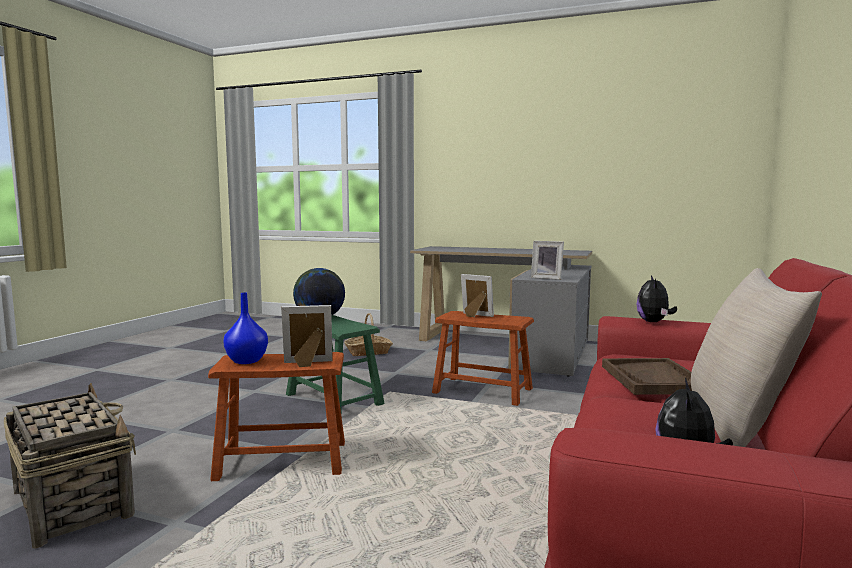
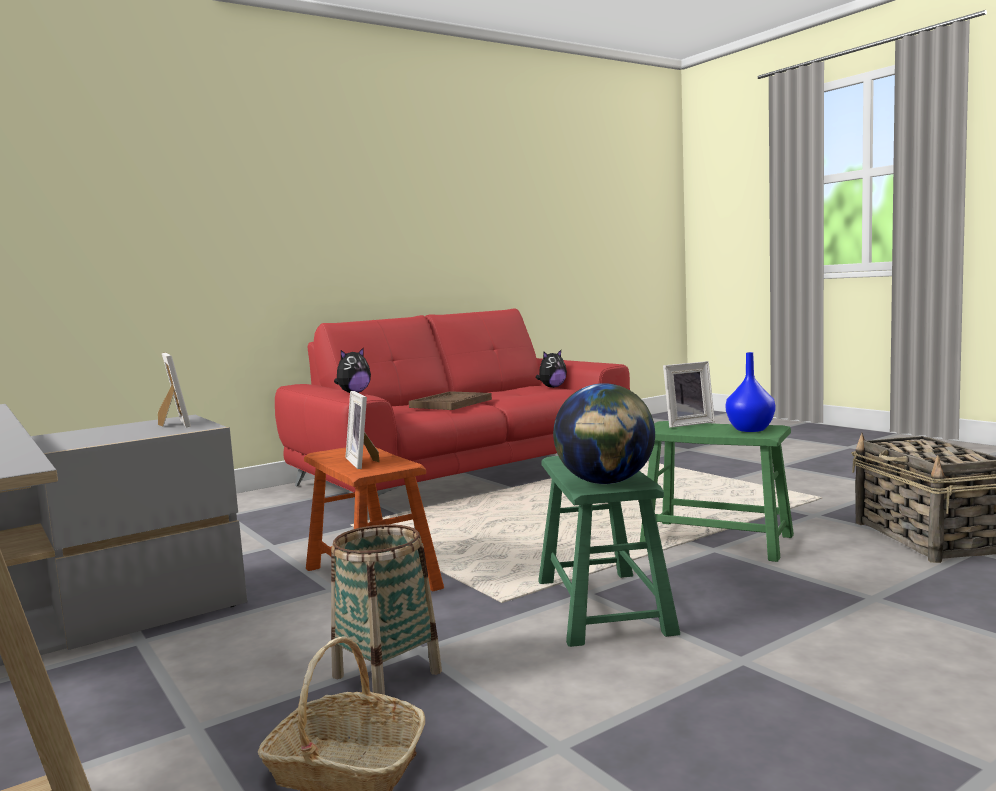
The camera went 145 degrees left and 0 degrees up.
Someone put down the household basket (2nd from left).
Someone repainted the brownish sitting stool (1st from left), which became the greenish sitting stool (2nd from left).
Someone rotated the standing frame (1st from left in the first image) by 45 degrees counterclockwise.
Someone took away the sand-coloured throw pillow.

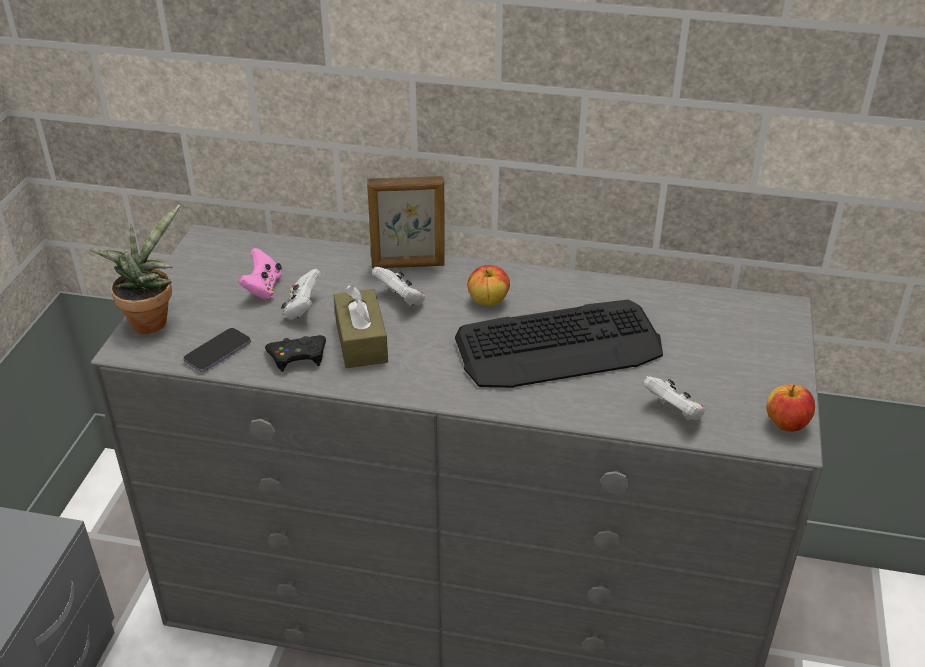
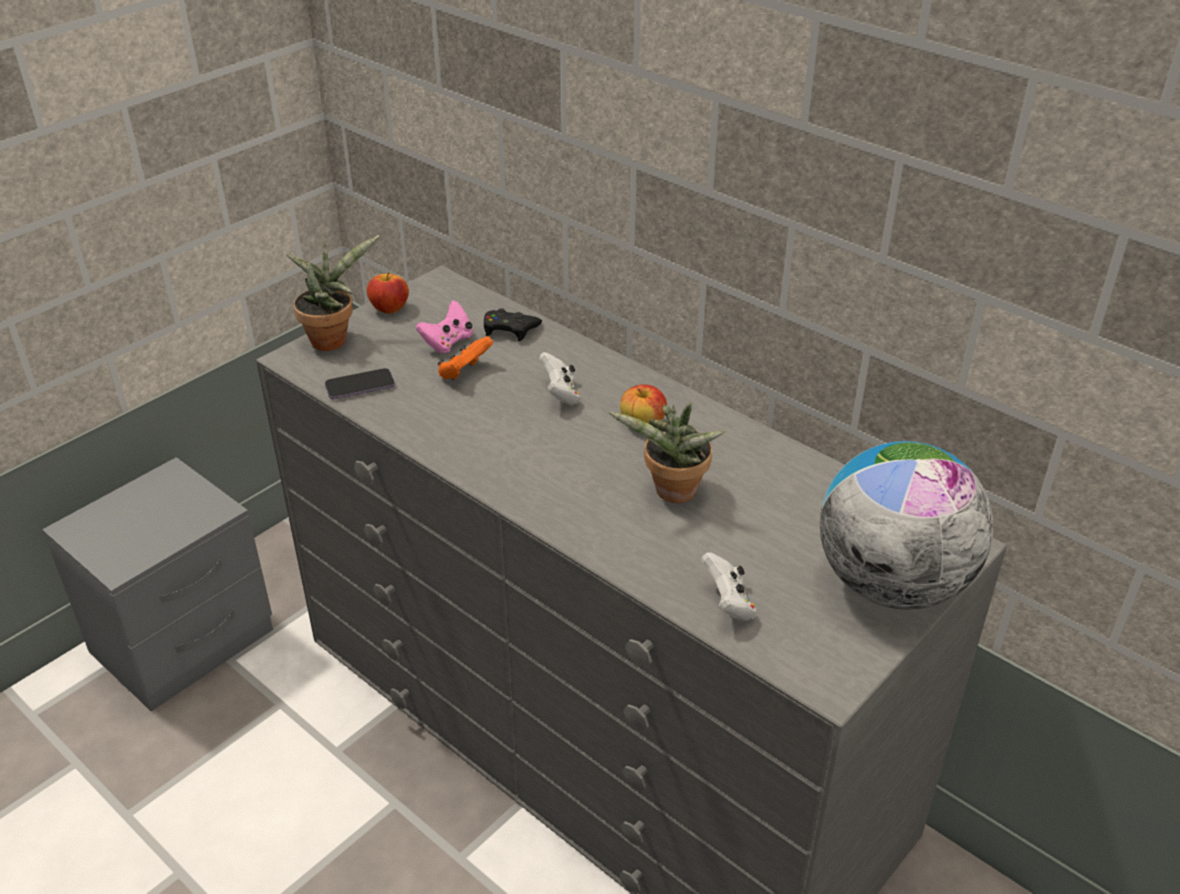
The camera went 30 degrees right and 0 degrees up.
Someone carried the apple fruit (2nd from left in the first image).
Someone repainted the whitish game controller (1st from left), which became the orange-coloured game controller.
Someone carried the black-coloured game controller.
Someone swapped the keyboard for the houseplant (2nd from left).
Someone put down the desk globe.
Someone took away the brownish box of tissues.
Someone took away the standing frame.

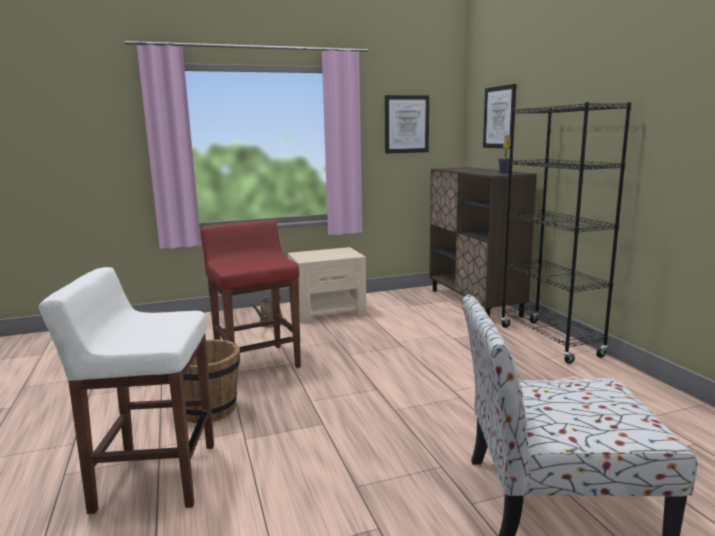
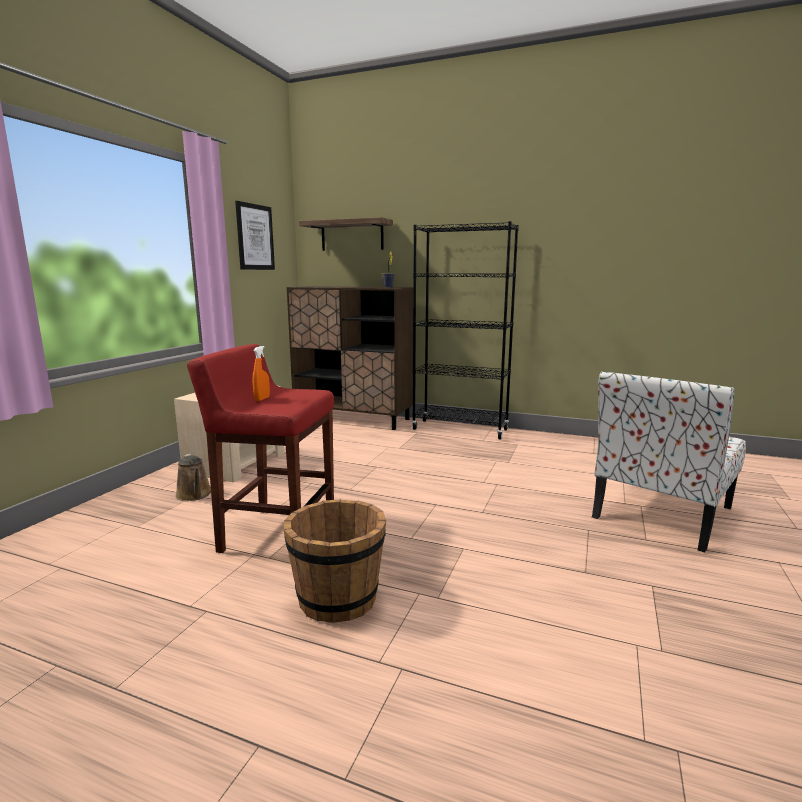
The camera went 50 degrees left and 0 degrees up.
Someone put down the orange-coloured sprayer.
Someone swapped the picture (2nd from left) for the wall shelf.
Someone took away the whitish sitting stool.

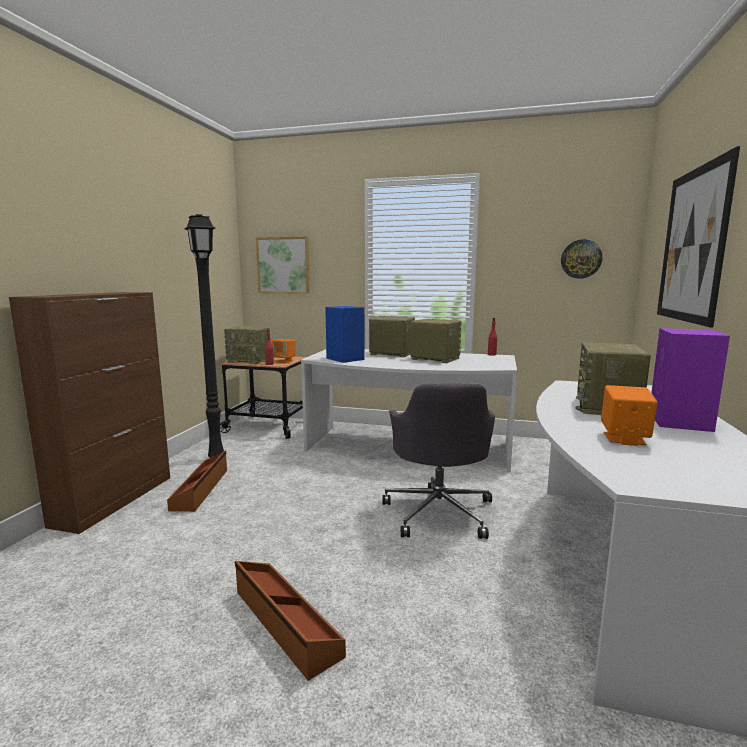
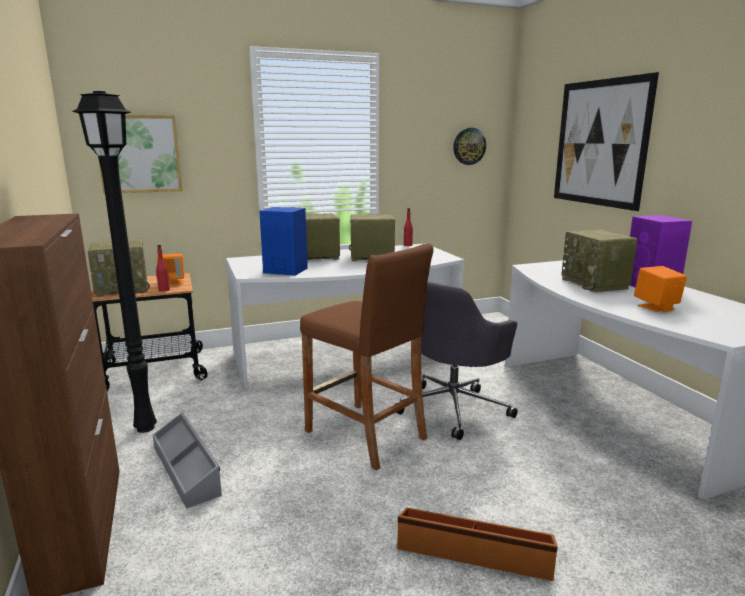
The camera went 35 degrees left and 5 degrees up.
Someone repainted the brownish storage container (1st from left), which became the greyish storage container.
Someone put down the brownish sitting stool.
Someone rotated the greyish desk chair by 75 degrees clockwise.

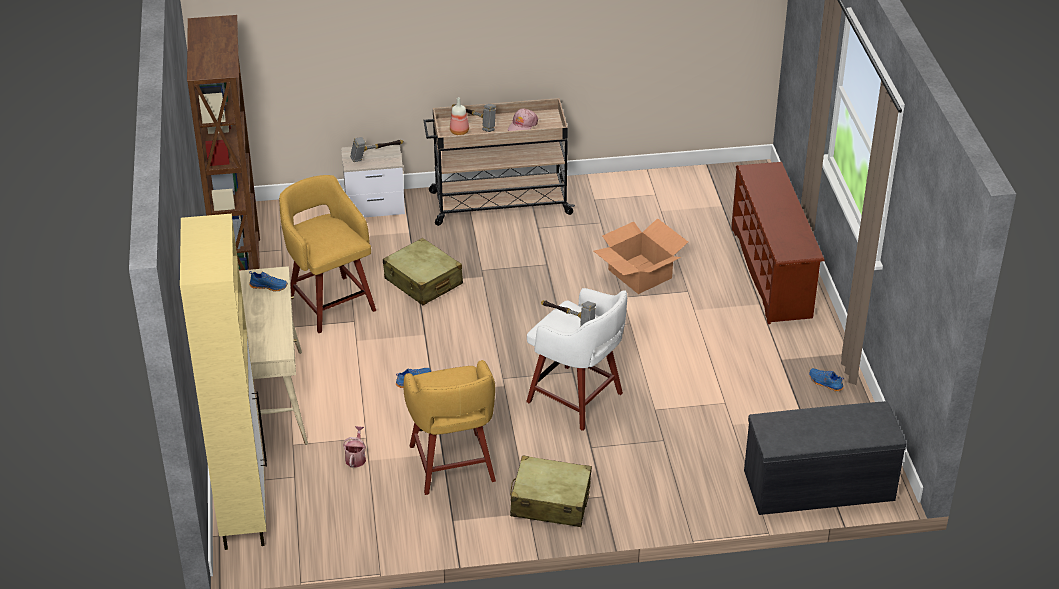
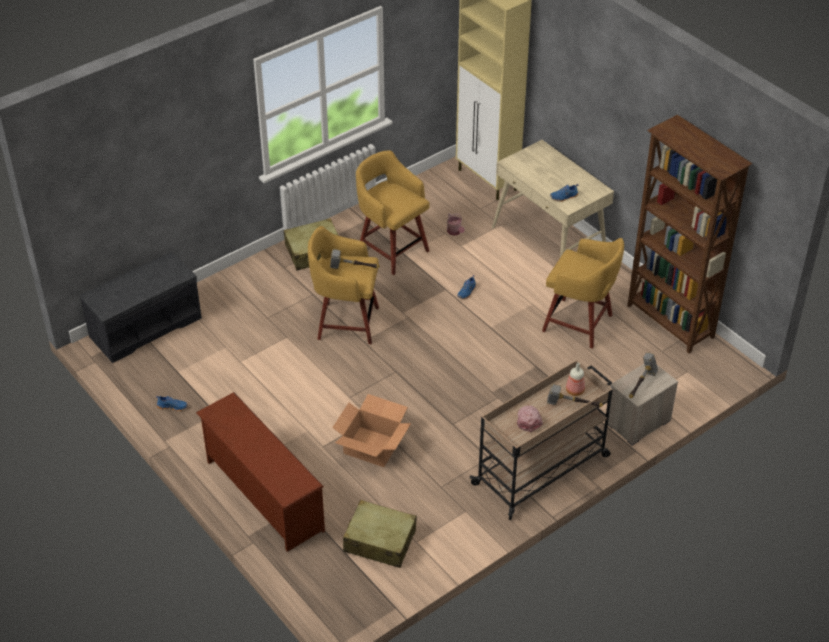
The camera went 150 degrees right and 5 degrees up.
Someone repainted the whitish sitting stool, which became the yellow sitting stool (1st from left).
Someone carried the sand-coloured suitcase (1st from left in the first image).

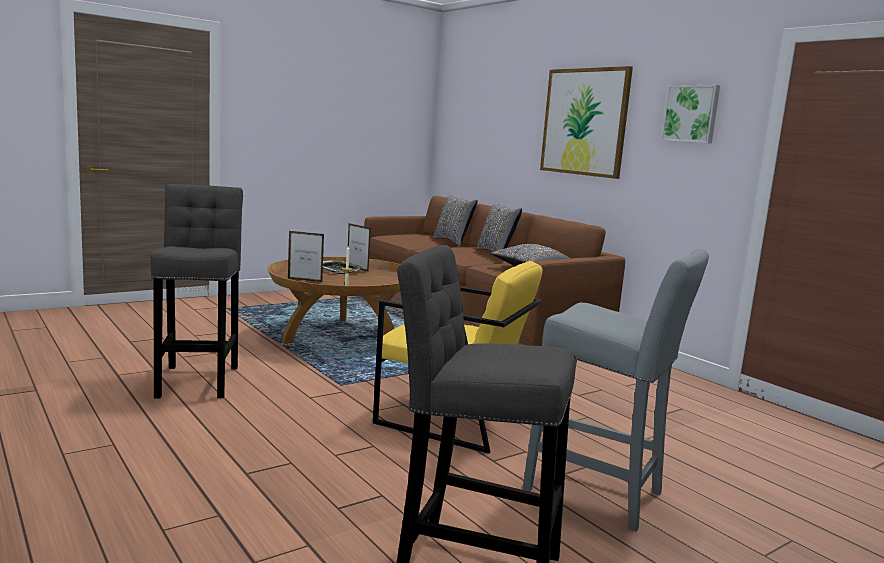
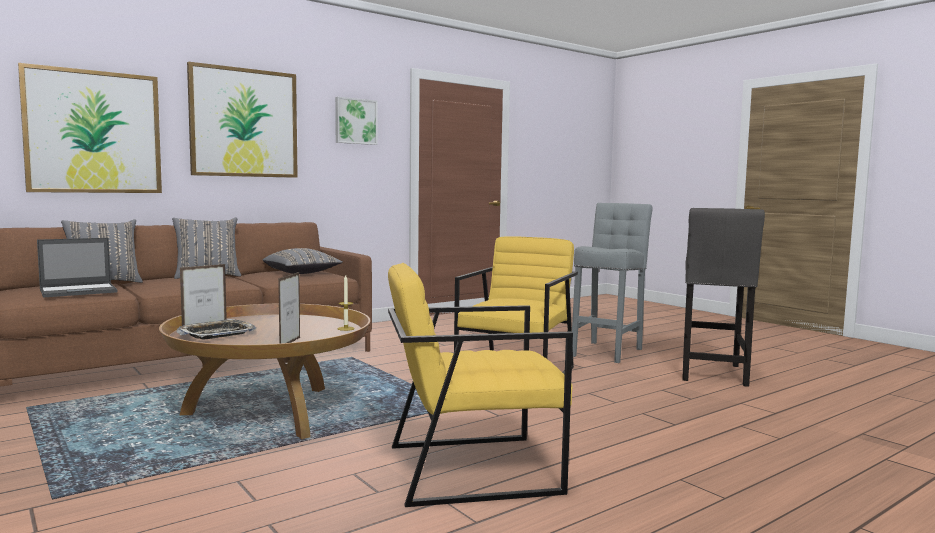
The camera went 90 degrees left and 5 degrees down.
Someone put up the picture (1st from left).
Someone put down the laptop.
Someone swapped the greyish sitting stool (1st from left) for the yellow armchair (1st from left).

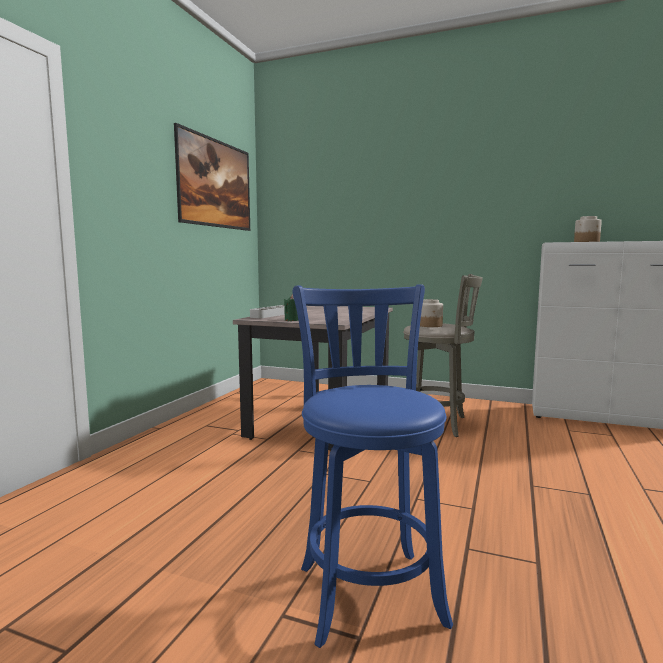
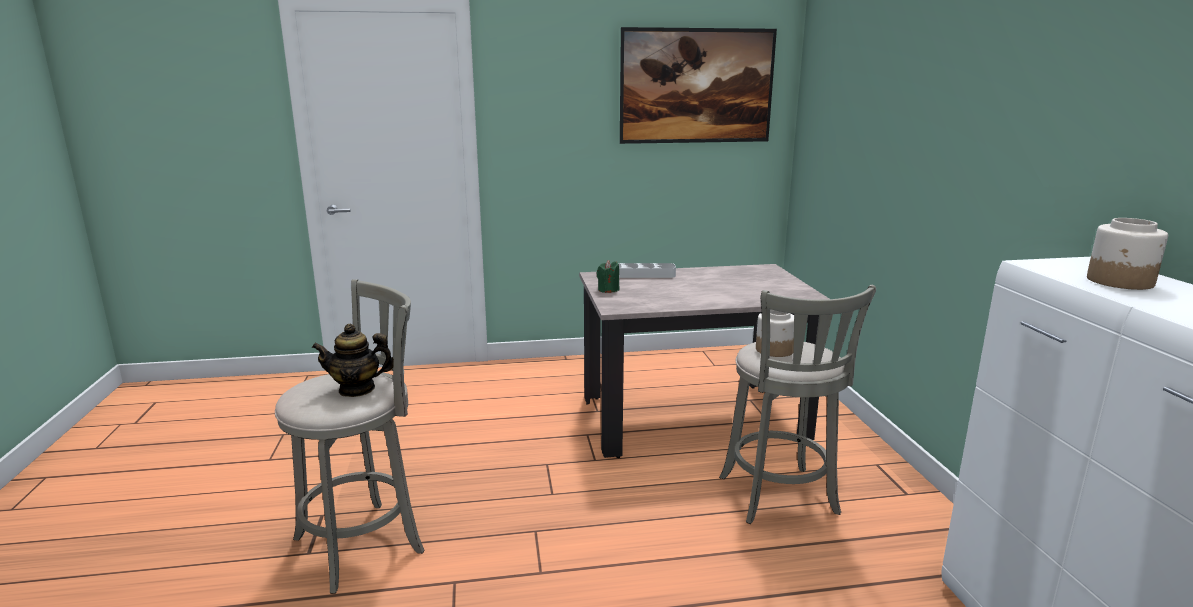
The camera went 60 degrees right and 10 degrees up.
Someone repainted the blue sitting stool, which became the greyish sitting stool (1st from left).
Someone put down the pot for tea.

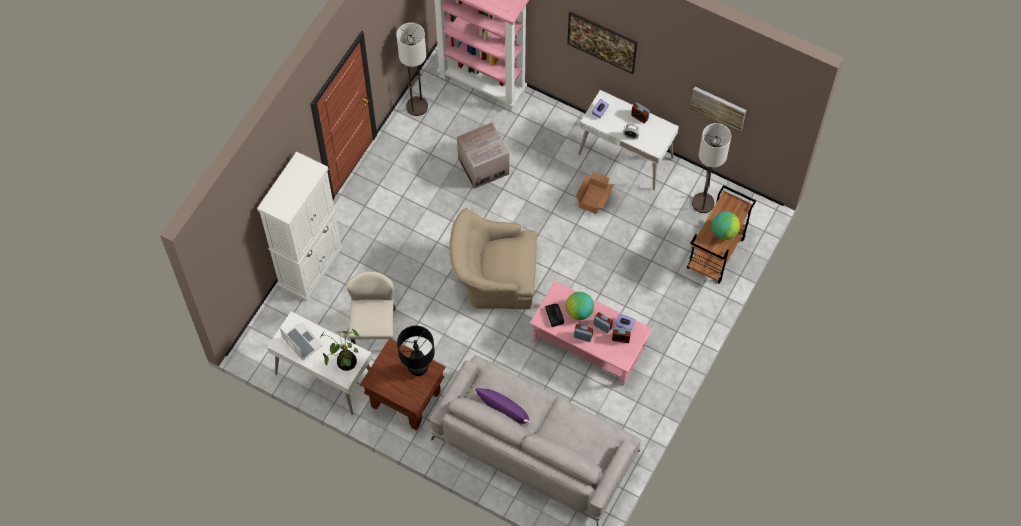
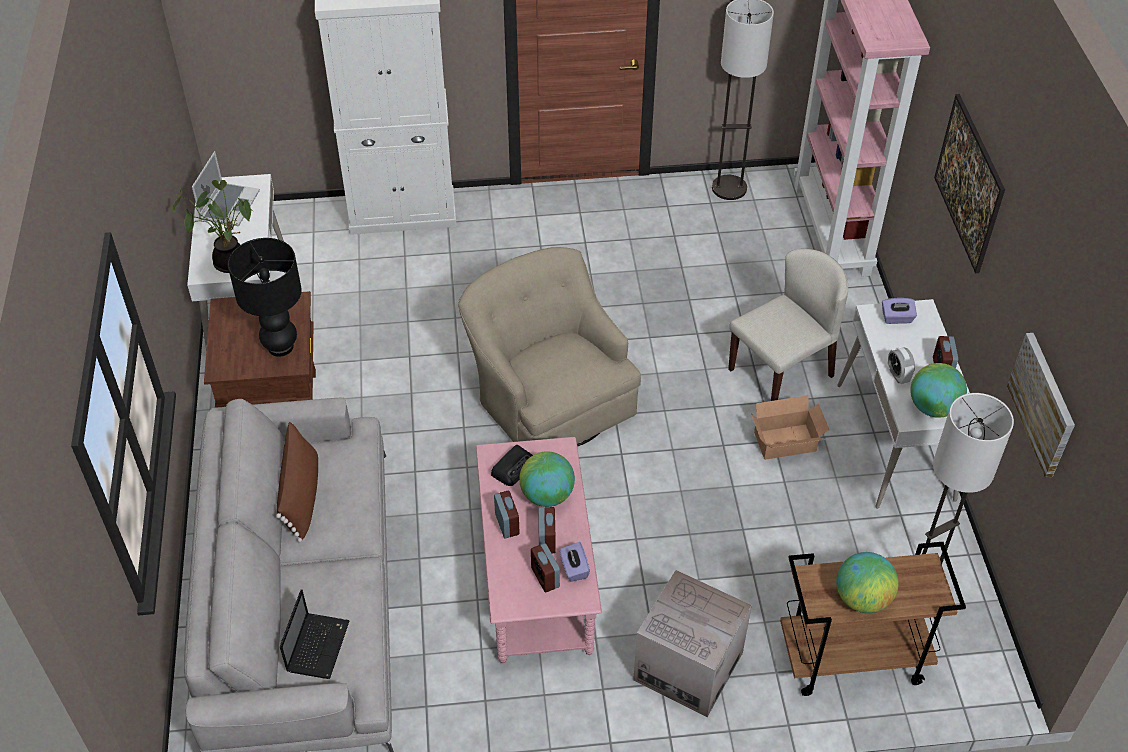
The camera went 55 degrees right and 15 degrees down.
Someone repainted the purple throw pillow, which became the brownish throw pillow.
Someone put down the laptop (2nd from left).
Someone carried the packing box (1st from left).
Someone carried the sand-coloured upright chair.
Someone put down the desk globe (3rd from left).

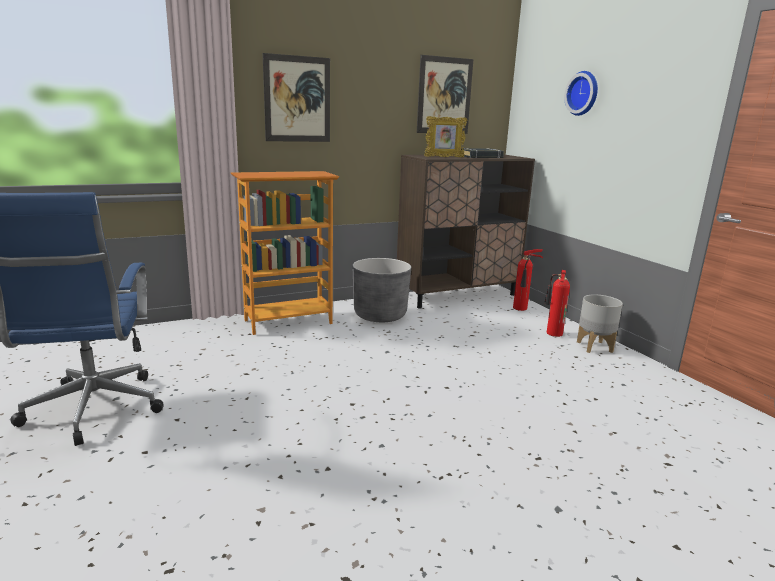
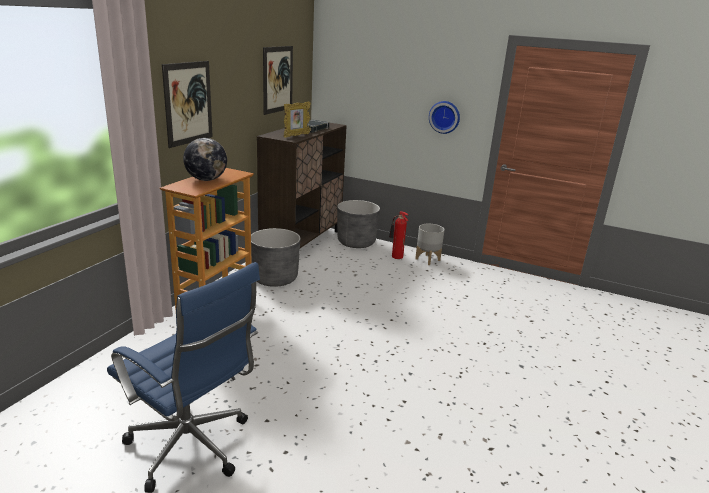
The camera went 40 degrees left and 5 degrees up.
Someone put down the desk globe.
Someone swapped the extinguisher (1st from left) for the greyish flower pot (2nd from left).
Someone carried the clock on the wall.

